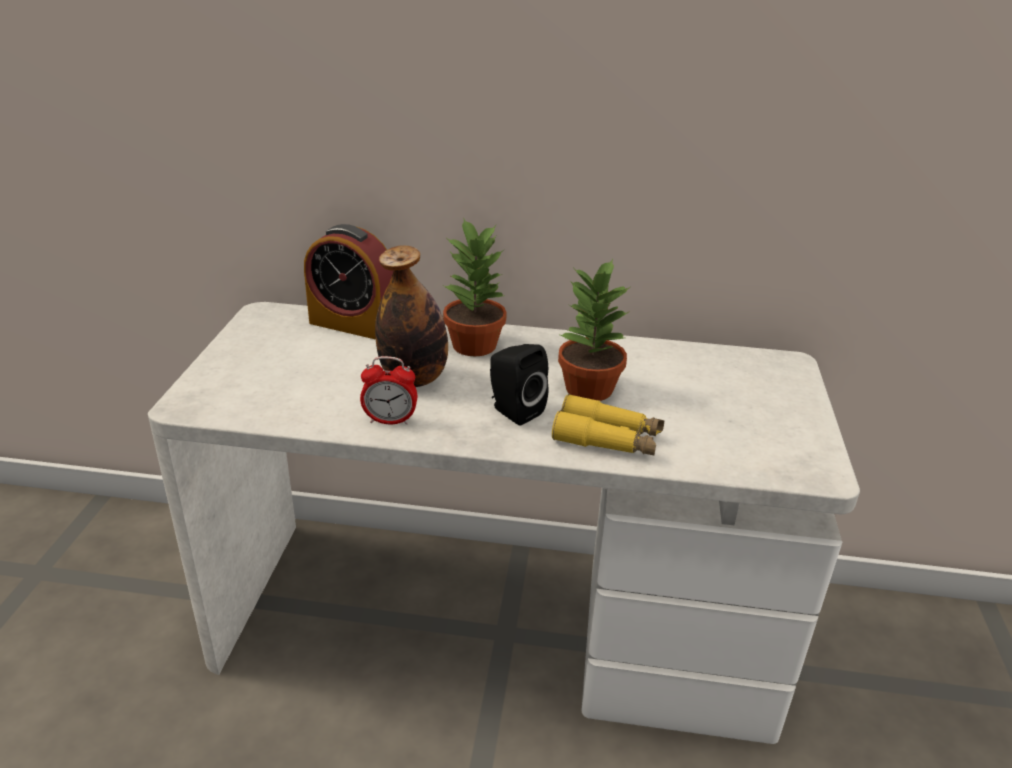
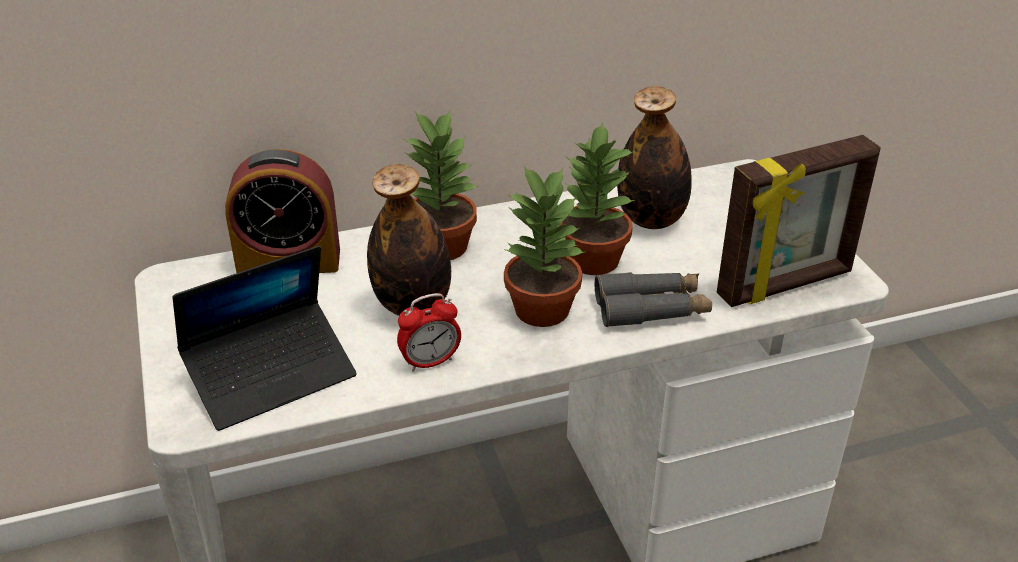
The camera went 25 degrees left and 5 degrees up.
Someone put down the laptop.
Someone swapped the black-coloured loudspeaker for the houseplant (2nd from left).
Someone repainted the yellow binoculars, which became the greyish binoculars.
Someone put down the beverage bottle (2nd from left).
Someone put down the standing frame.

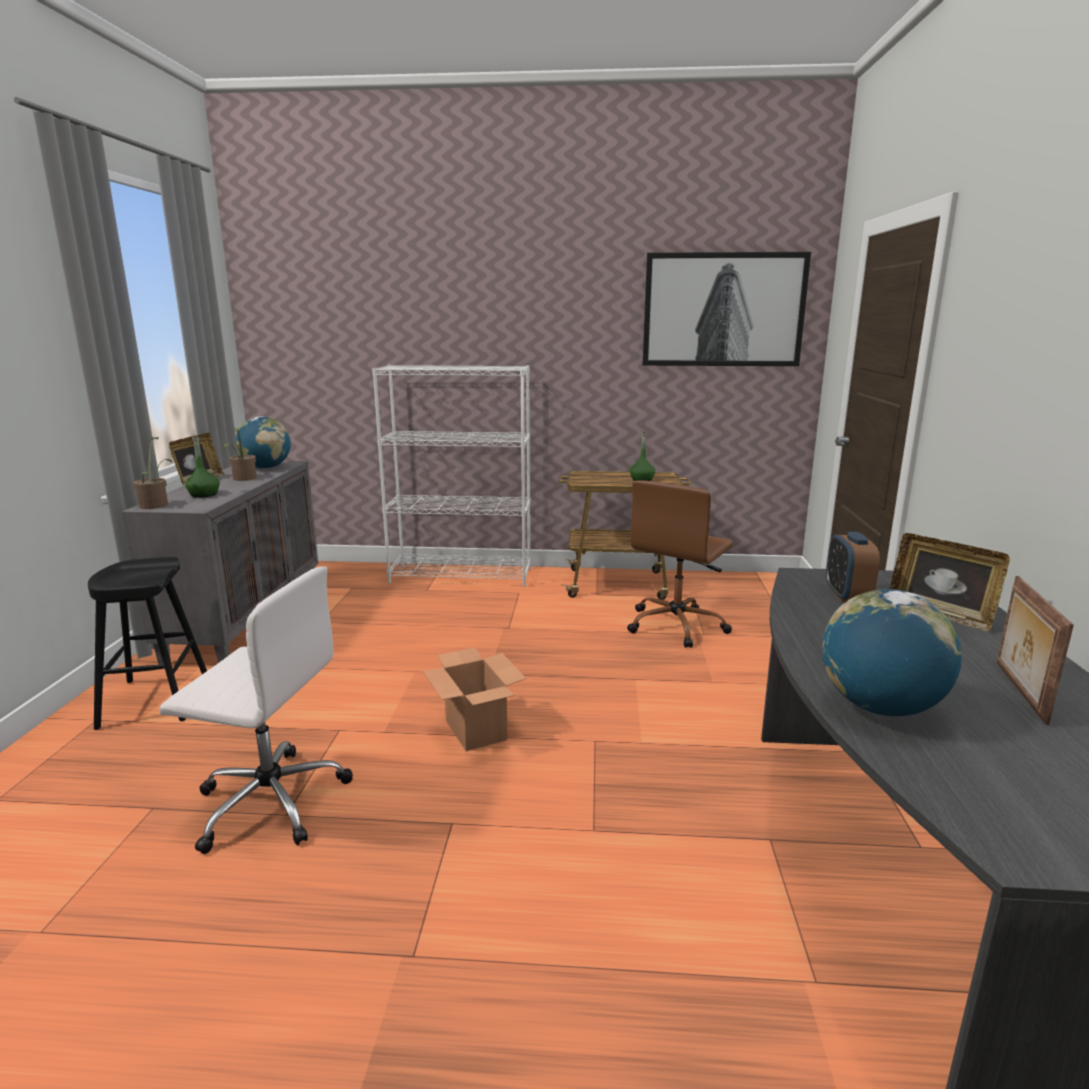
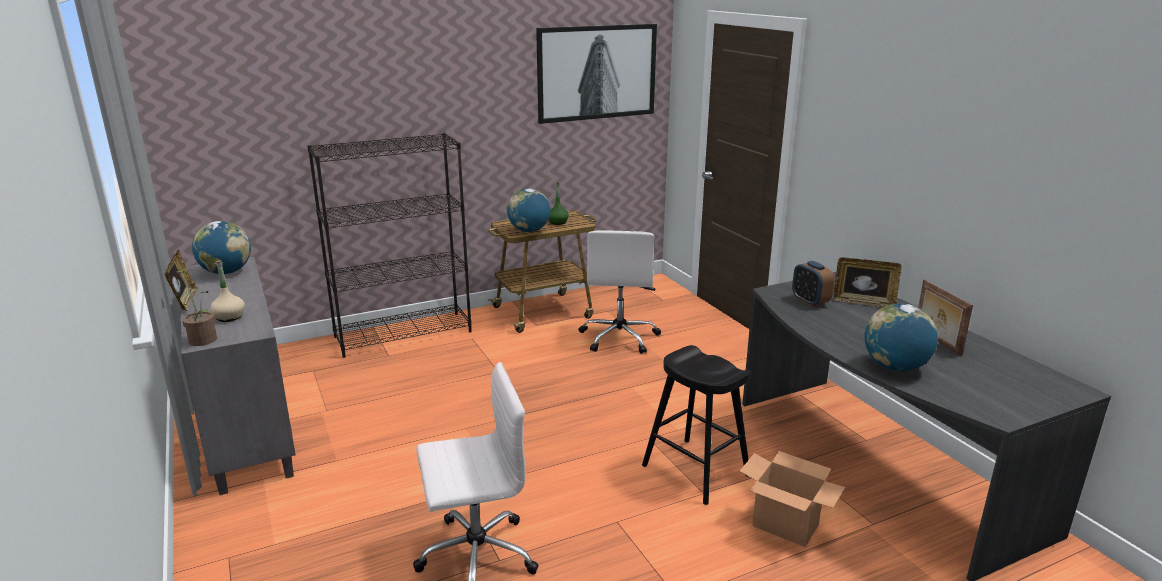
The camera went 30 degrees left and 5 degrees up.
Someone repainted the greenish beverage bottle (1st from left), which became the sand-coloured beverage bottle.
Someone repainted the whitish bookshelf, which became the black-coloured bookshelf.
Someone put down the desk globe (2nd from left).
Someone repainted the brownish desk chair, which became the whitish desk chair (2nd from left).
Someone carried the black-coloured sitting stool.
Someone carried the packing box.
Someone took away the houseplant (2nd from left).

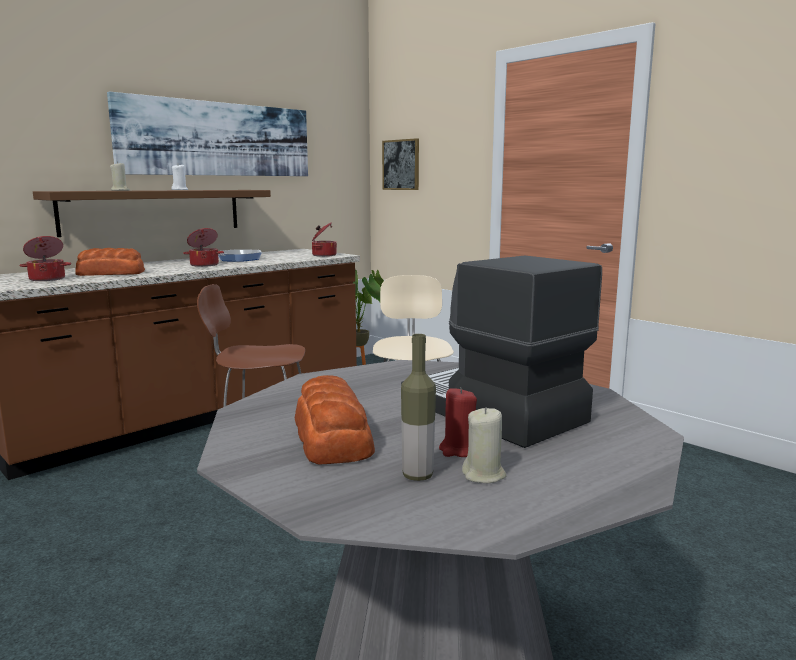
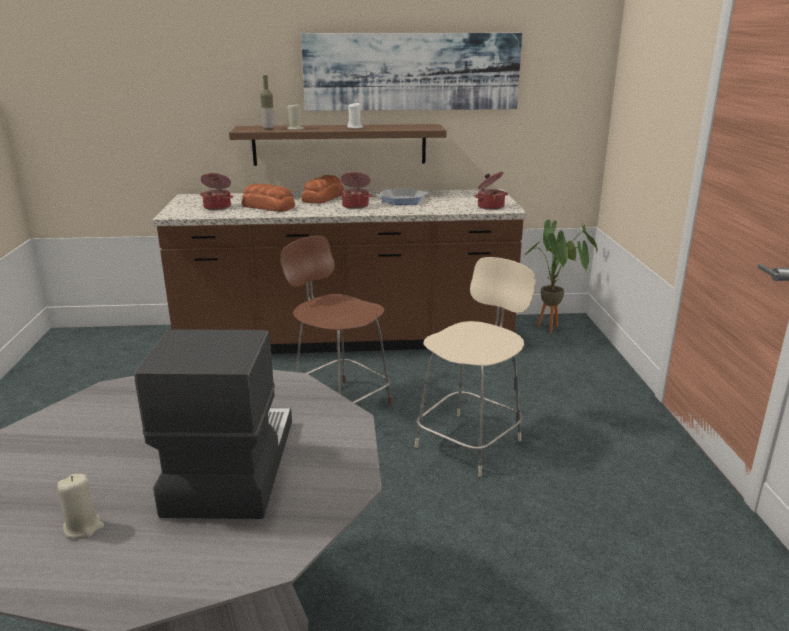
The camera went 40 degrees right and 10 degrees up.
Someone carried the beverage bottle.
Someone carried the bread (2nd from left).
Someone took away the picture (2nd from left).
Someone took away the red wax candle.

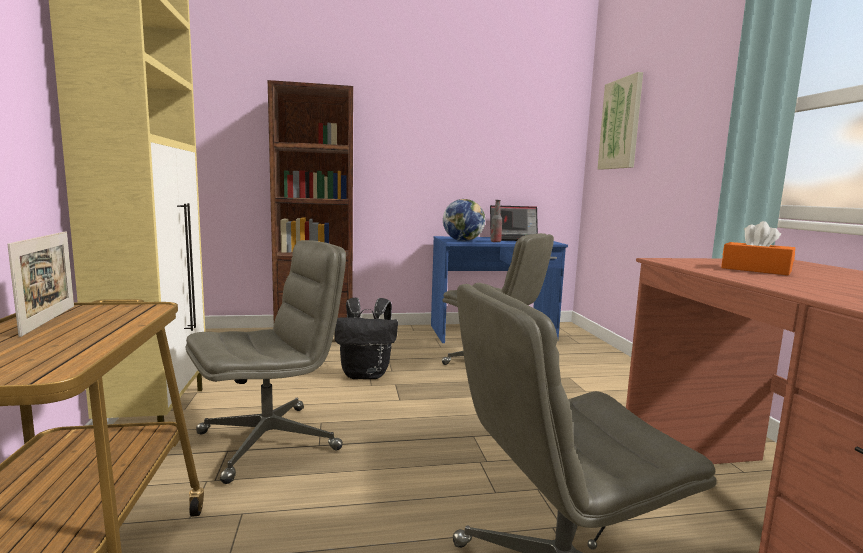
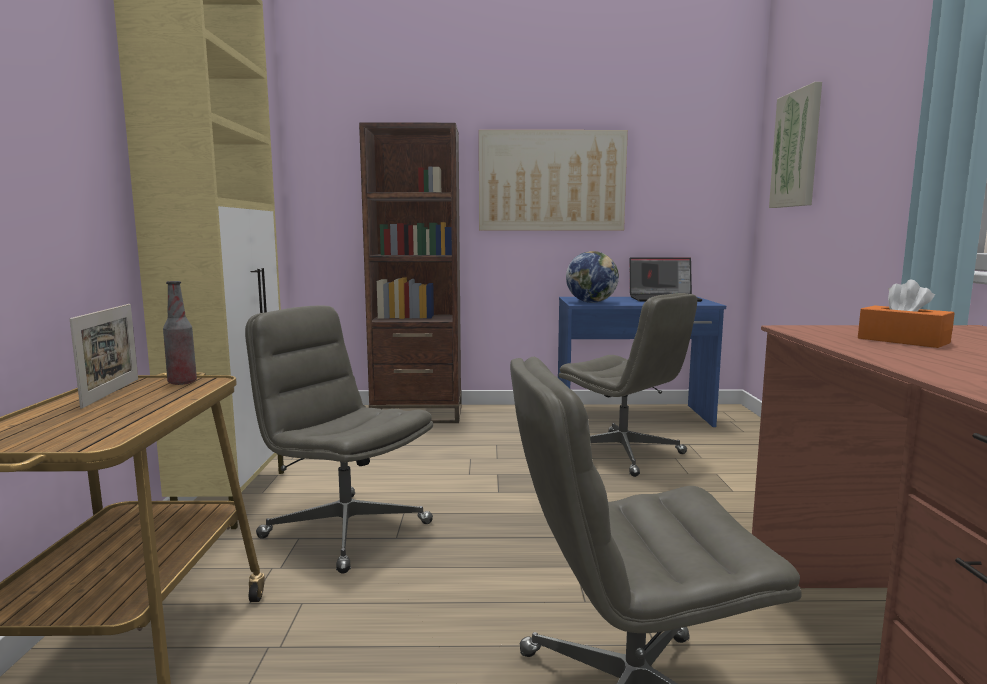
The camera went 10 degrees right and 0 degrees up.
Someone carried the beverage bottle.
Someone rotated the greyish desk chair (1st from left) by 120 degrees counterclockwise.
Someone put up the picture (1st from left).
Someone took away the black-coloured knapsack.

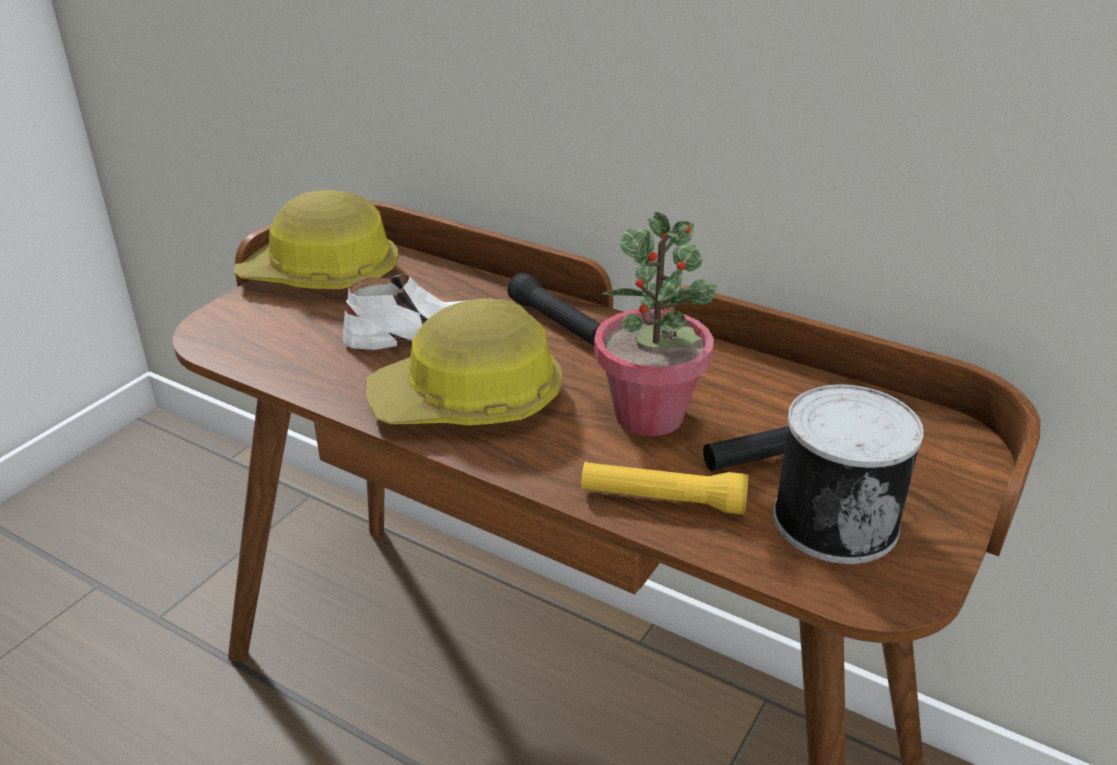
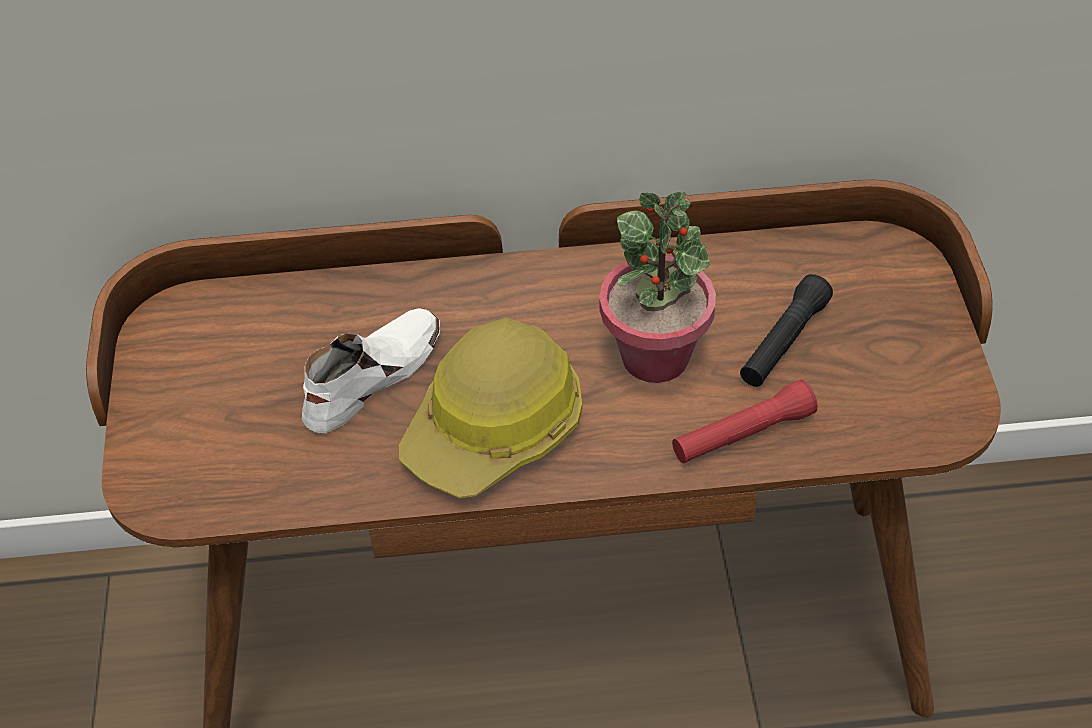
The camera went 35 degrees left and 15 degrees up.
Someone repainted the yellow flashlight, which became the red flashlight.
Someone took away the safety helmet (1st from left).
Someone took away the black-coloured flashlight (1st from left).
Someone took away the can.

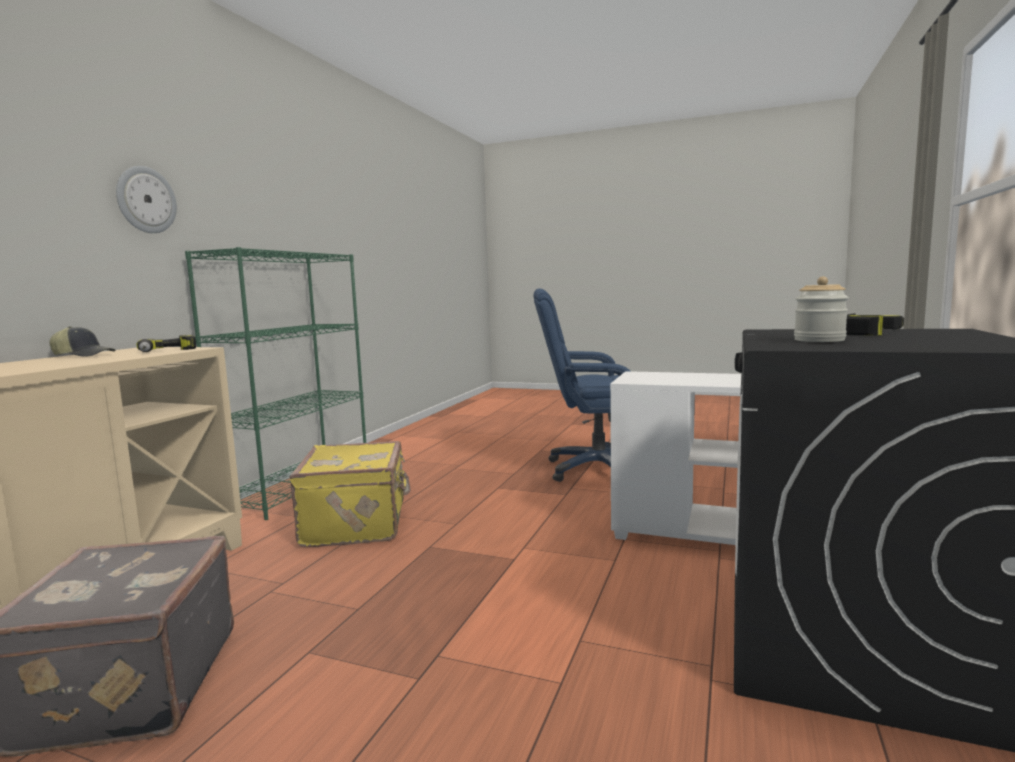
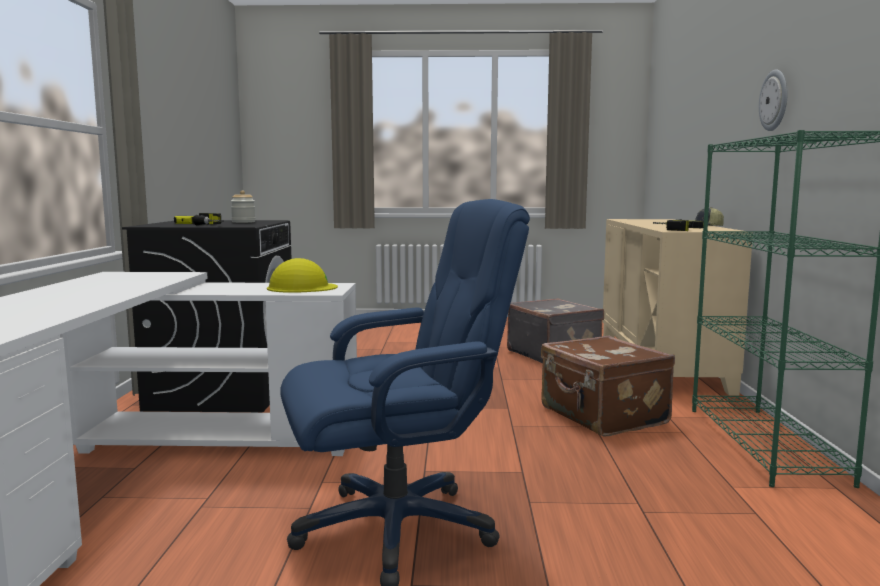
The camera went 160 degrees right and 0 degrees up.
Someone put down the yellow safety helmet.
Someone repainted the yellow suitcase, which became the brownish suitcase.

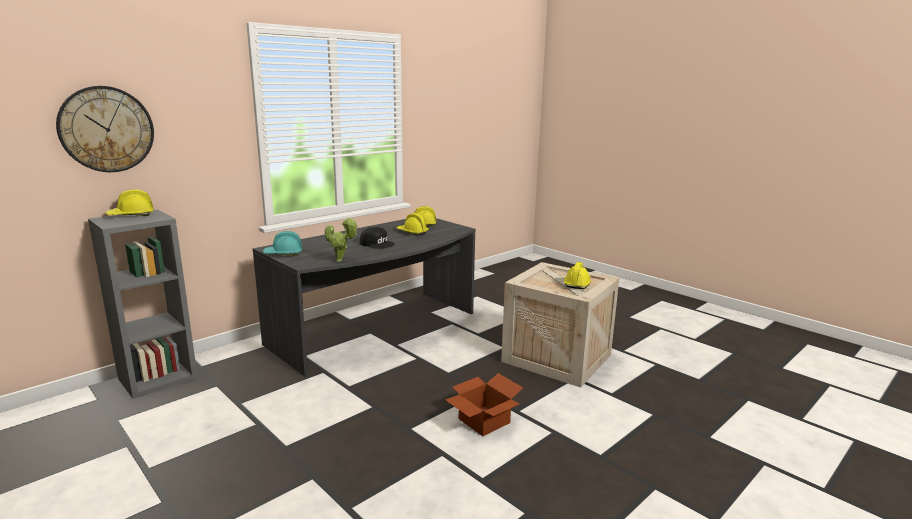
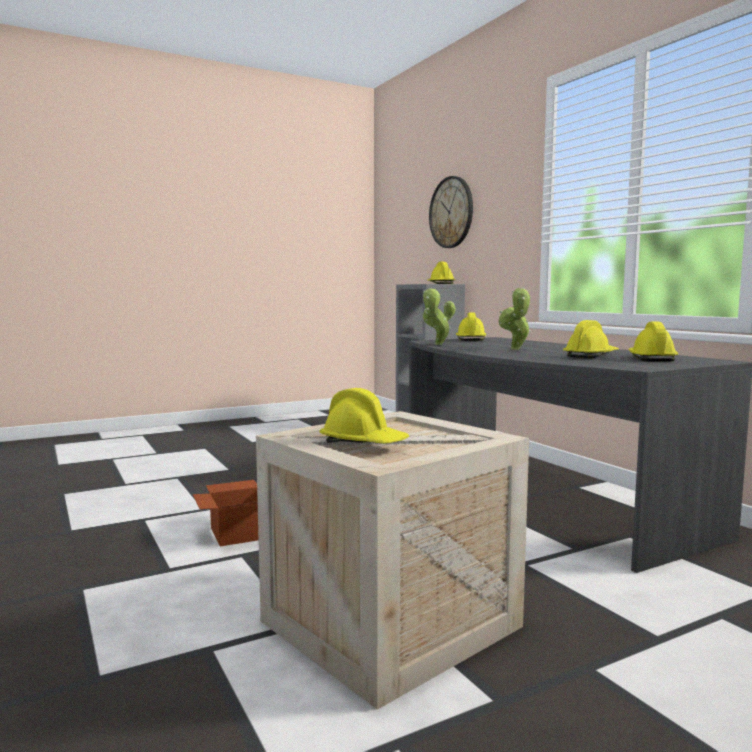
The camera went 105 degrees right and 10 degrees down.
Someone repainted the blue-green safety helmet, which became the yellow safety helmet (3rd from left).
Someone swapped the black-coloured peaked cap for the houseplant (2nd from left).

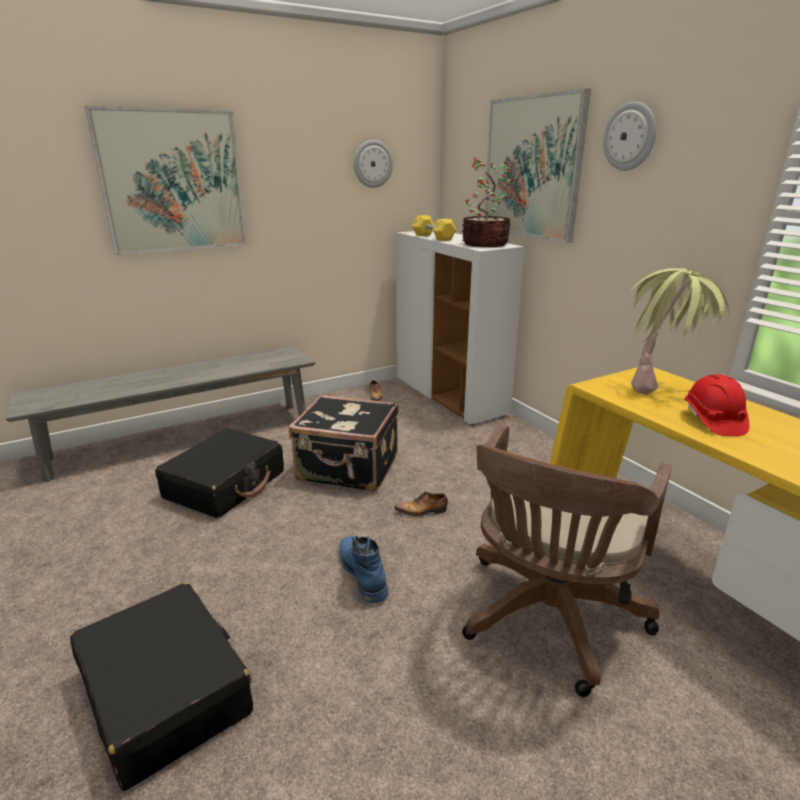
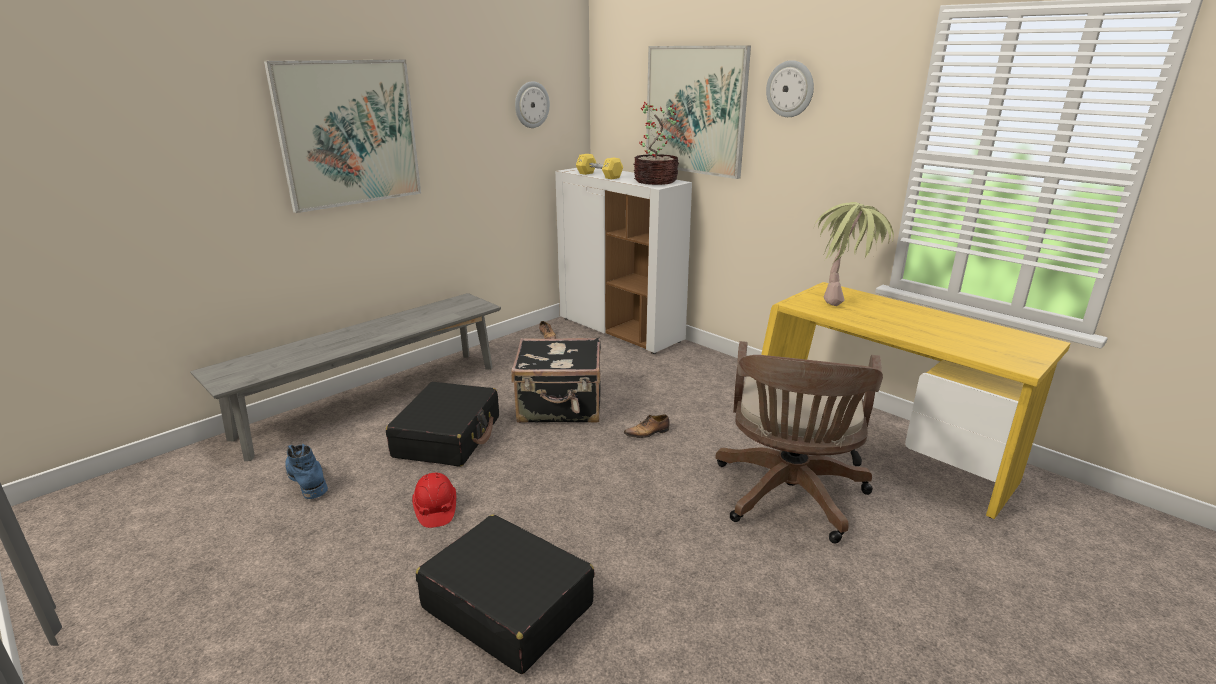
The camera went 15 degrees left and 0 degrees up.
Someone carried the blue boot.
Someone carried the red safety helmet.

